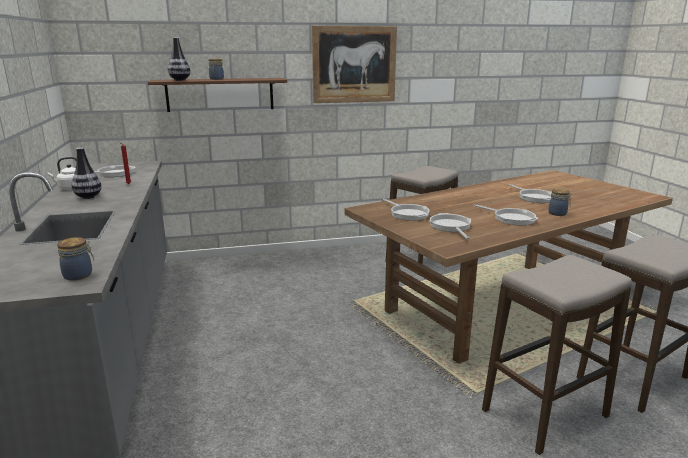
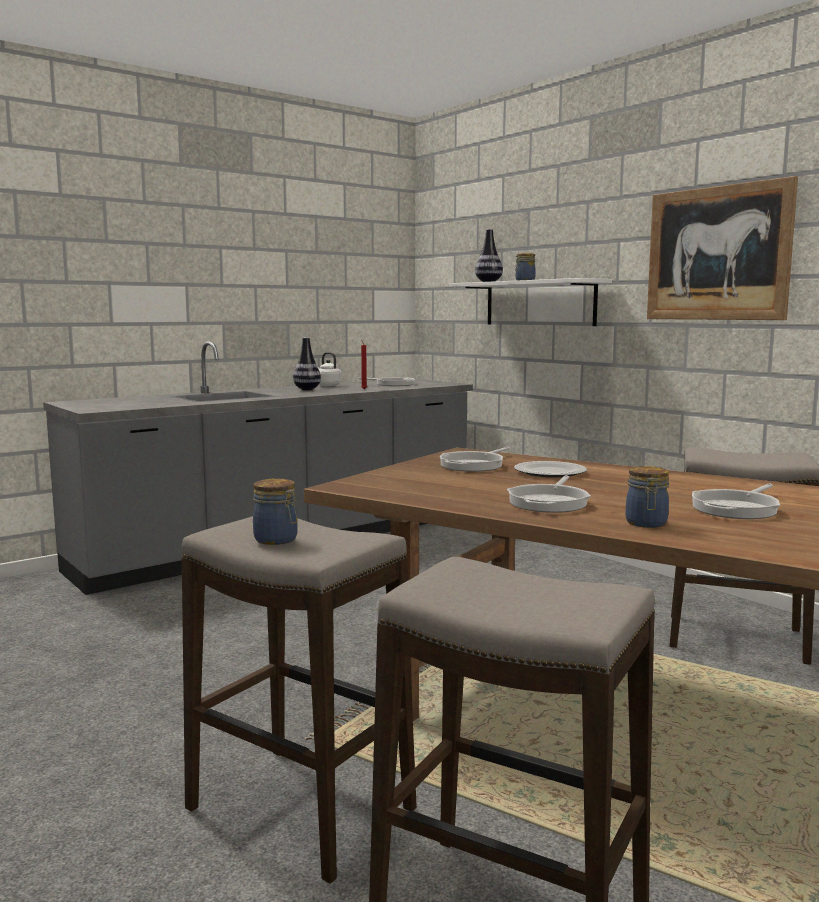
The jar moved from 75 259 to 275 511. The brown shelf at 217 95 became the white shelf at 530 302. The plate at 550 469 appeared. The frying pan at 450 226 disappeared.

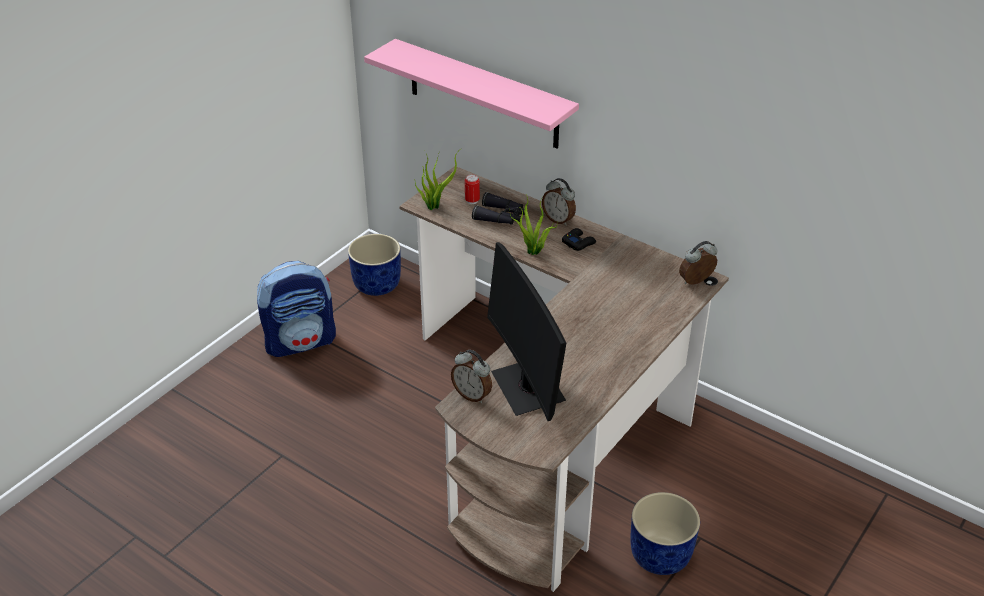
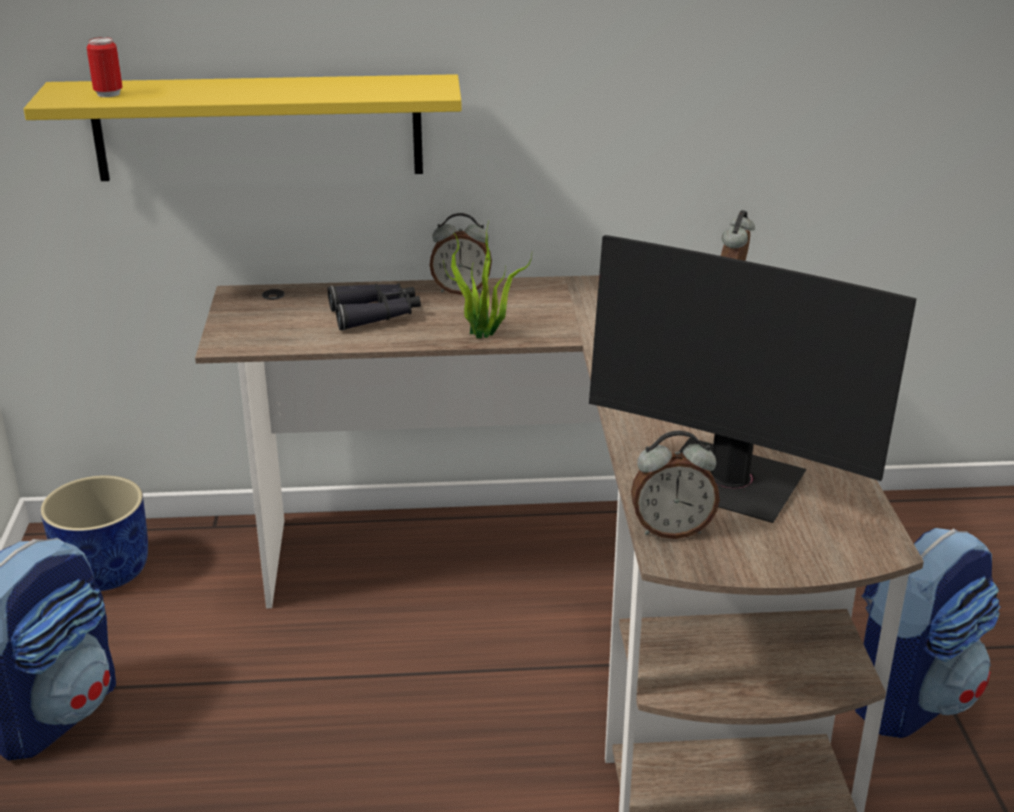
The pink shelf at 471 94 became the yellow shelf at 243 127. The can moved from 472 189 to 105 67. The blue planter at 665 533 was replaced by the backpack at 927 633. The potted plant at 438 179 disappeared. The black game controller at 579 239 disappeared.

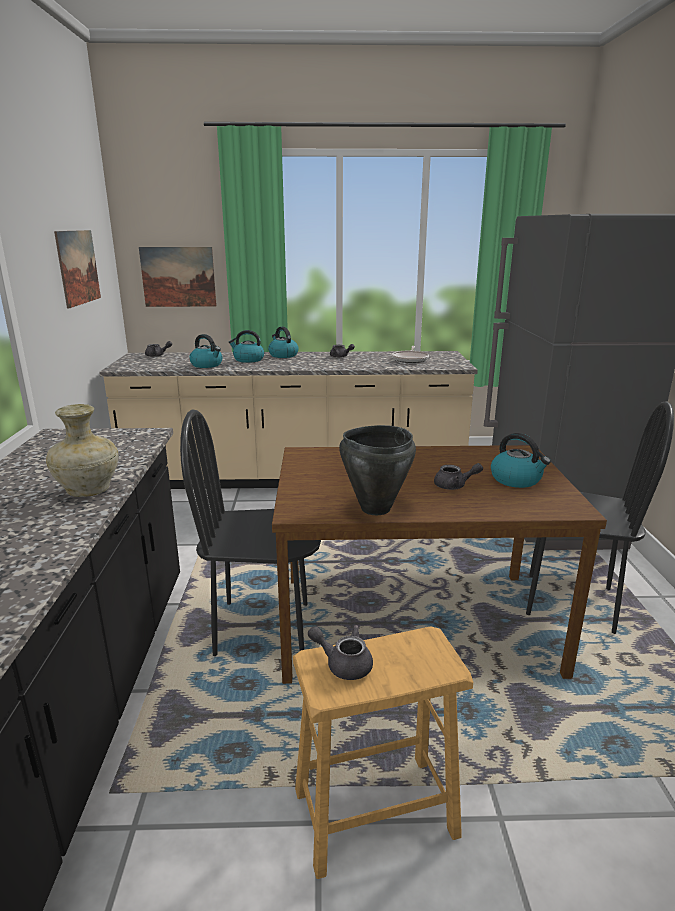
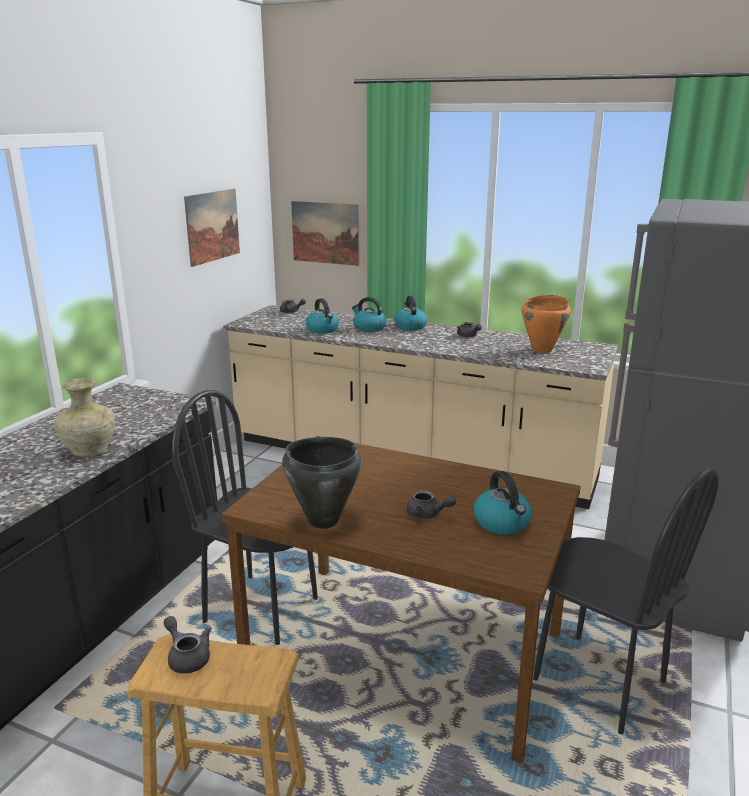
The frying pan at 410 354 was replaced by the orange cooking pot at 546 324.

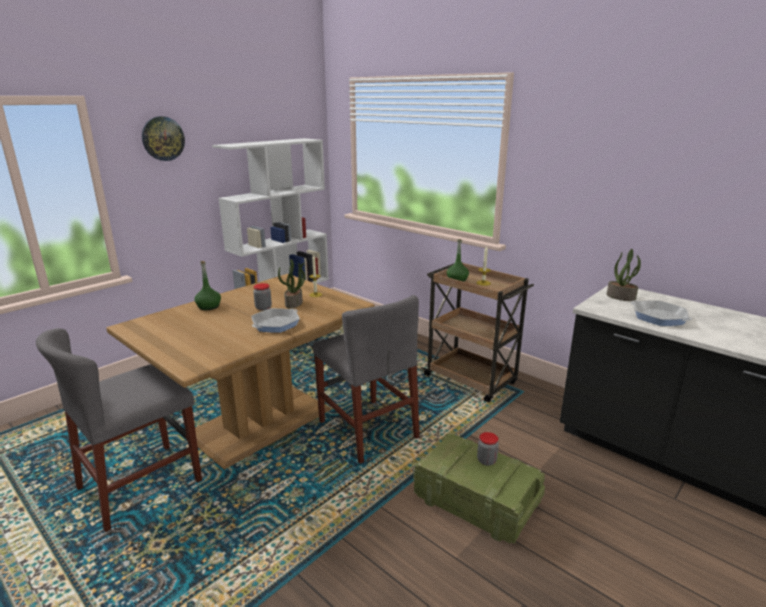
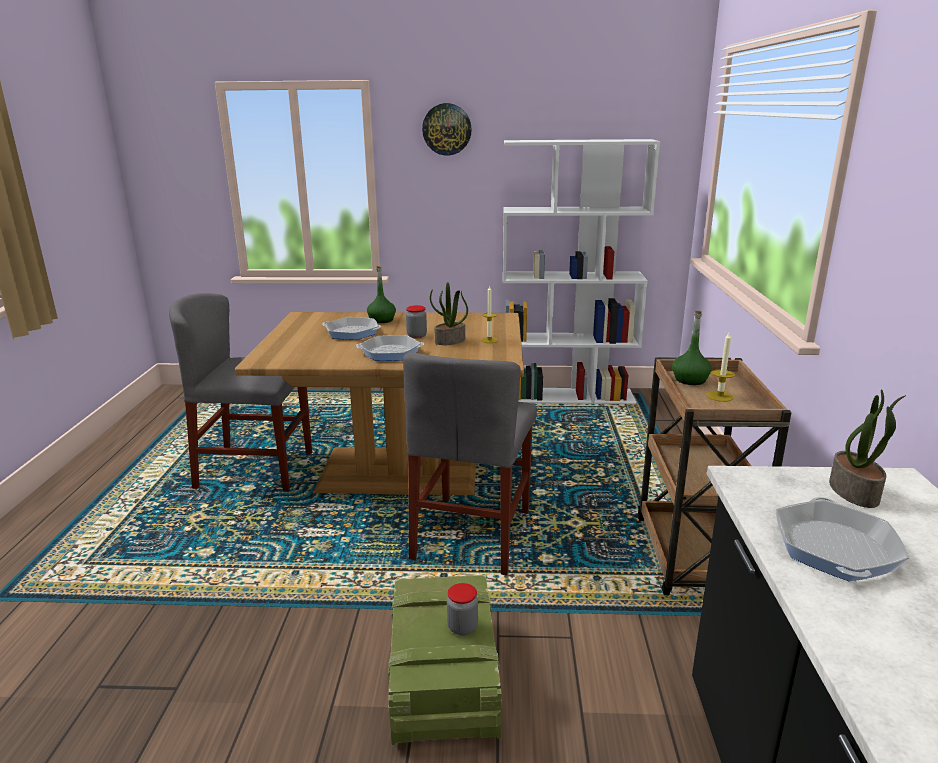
The frying pan at 352 328 appeared.

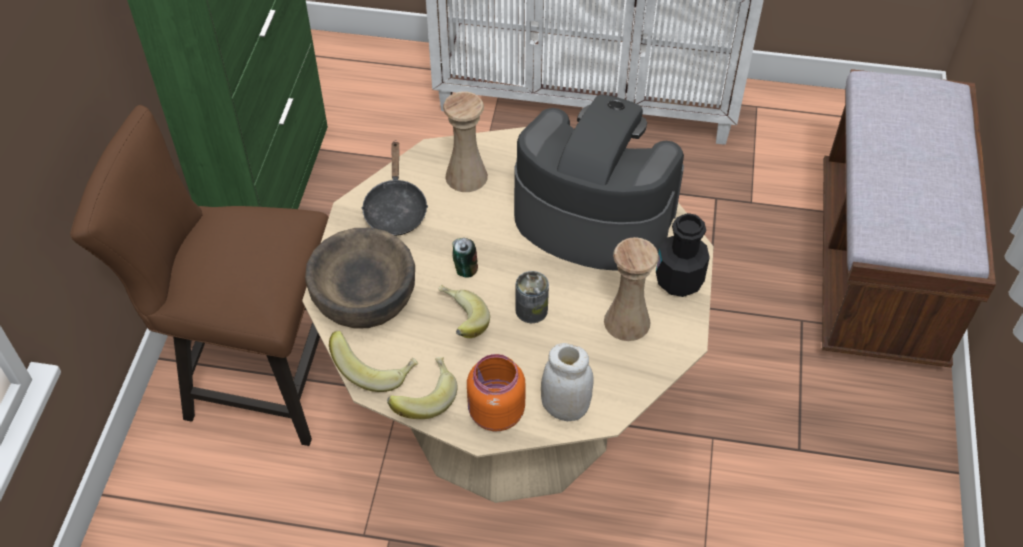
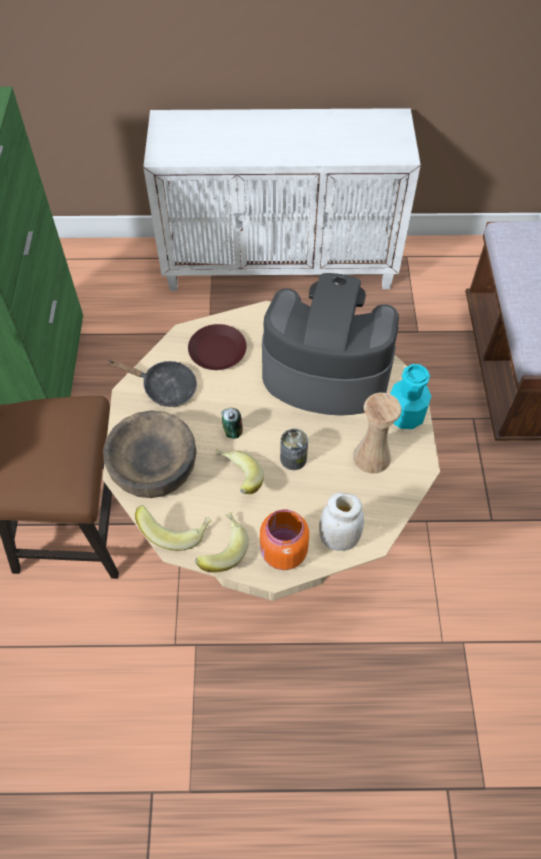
The black frying pan at 394 188 turned 60 degrees counterclockwise. The beige vase at 465 142 was replaced by the brown plate at 217 347. The black bottle at 683 255 became the turquoise bottle at 410 396.

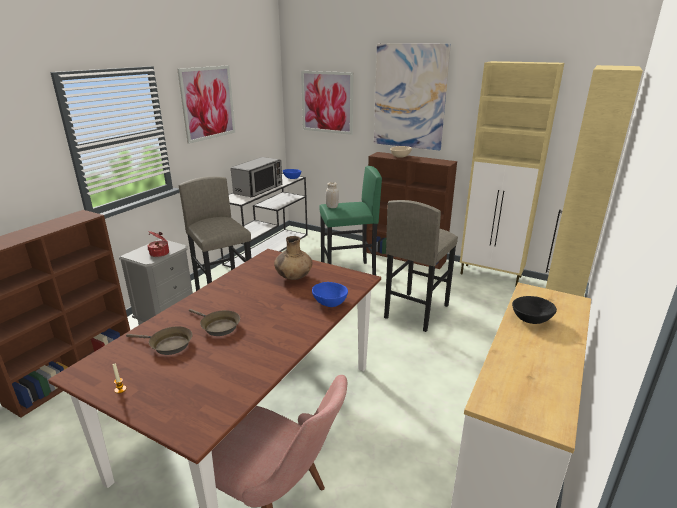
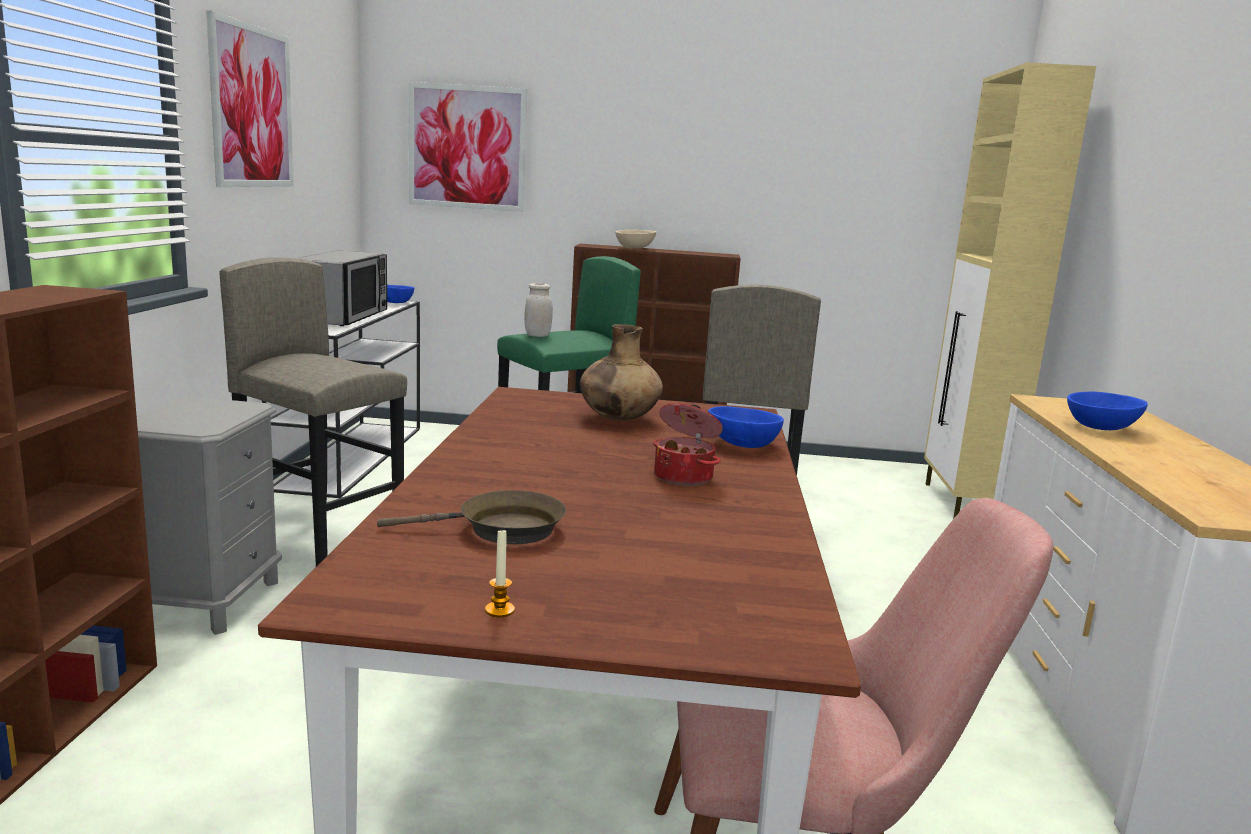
The cooking pot moved from 158 244 to 688 444. The black bowl at 534 310 became the blue bowl at 1107 411. The brown frying pan at 214 322 disappeared. The picture at 412 97 disappeared. The beige cabinet at 512 174 disappeared.

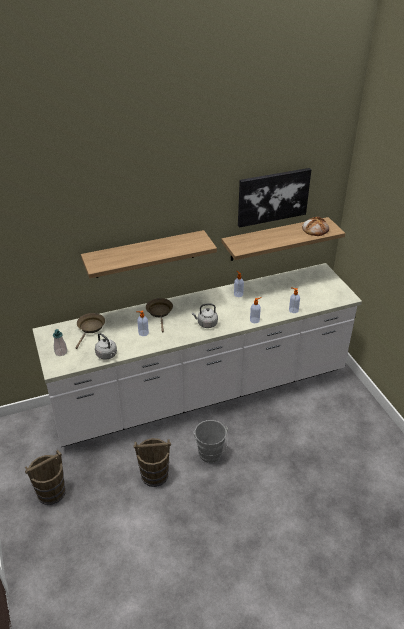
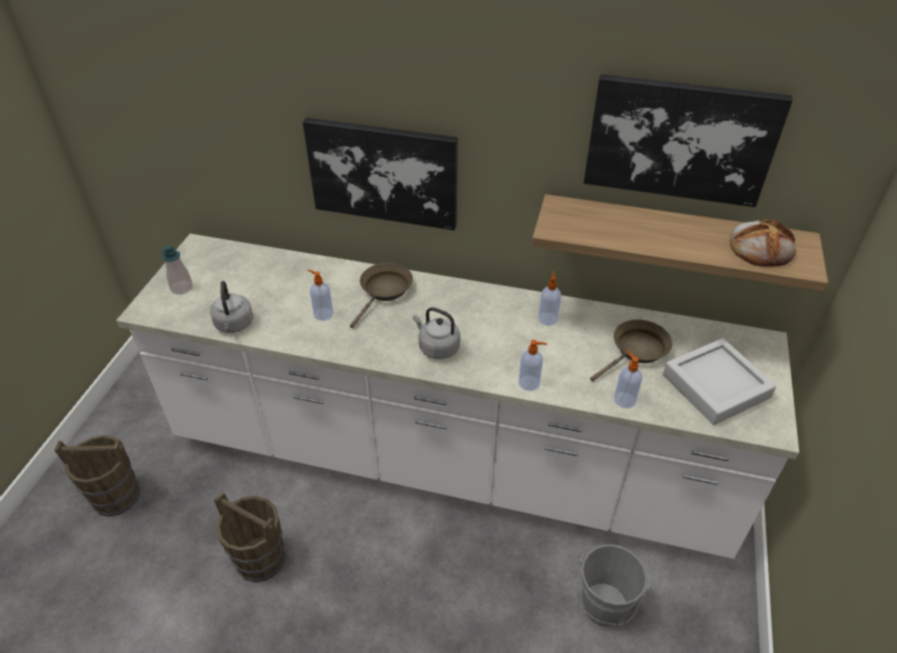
The shelf at 149 254 was replaced by the picture at 380 174. The grey bucket moved from 210 441 to 613 585. The brown frying pan moved from 90 331 to 631 350. The grey tray at 719 381 appeared.

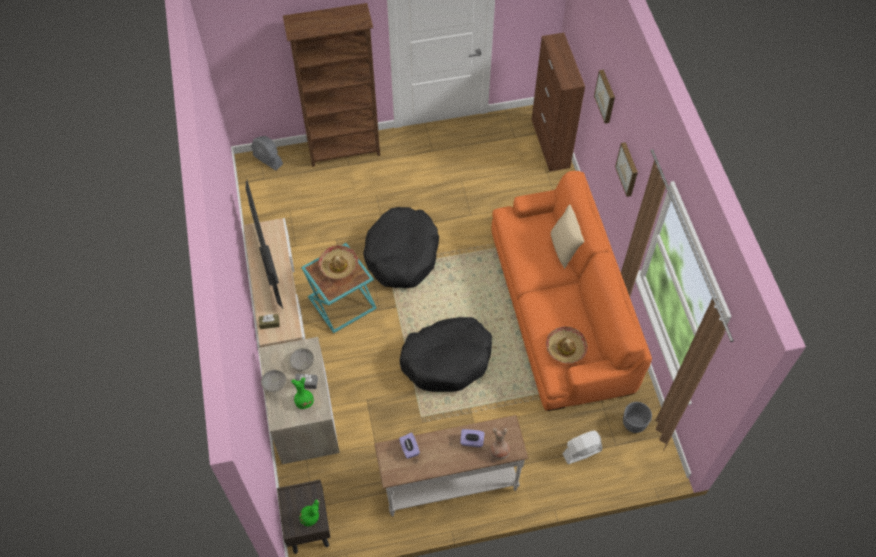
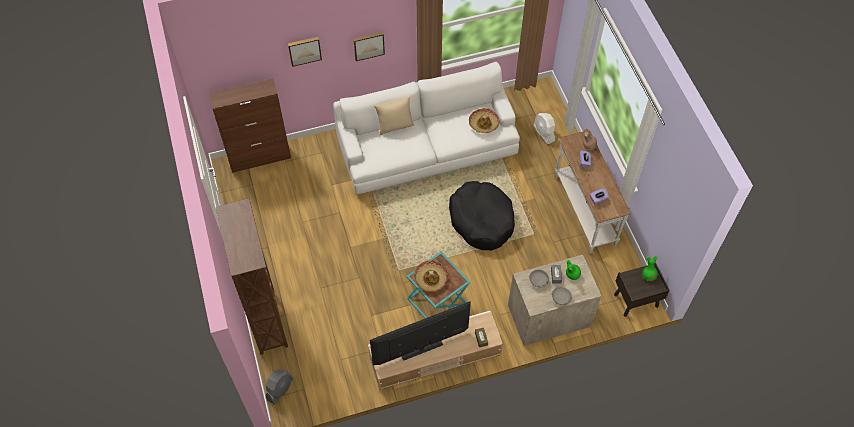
The orange sofa at 571 291 became the white sofa at 426 128. The black dog bed at 401 247 disappeared. The grey planter at 637 417 disappeared.

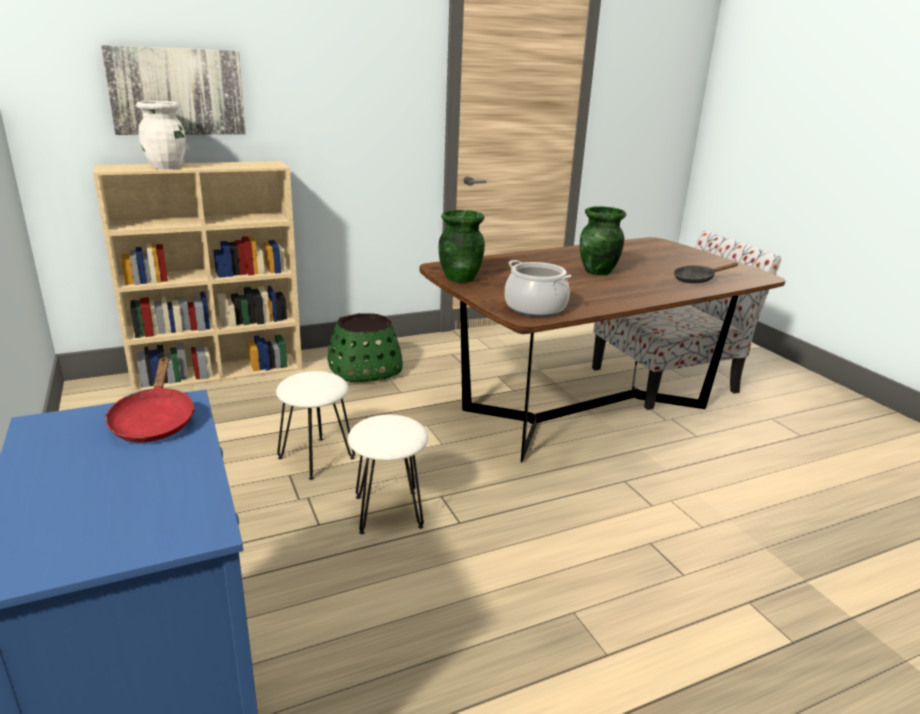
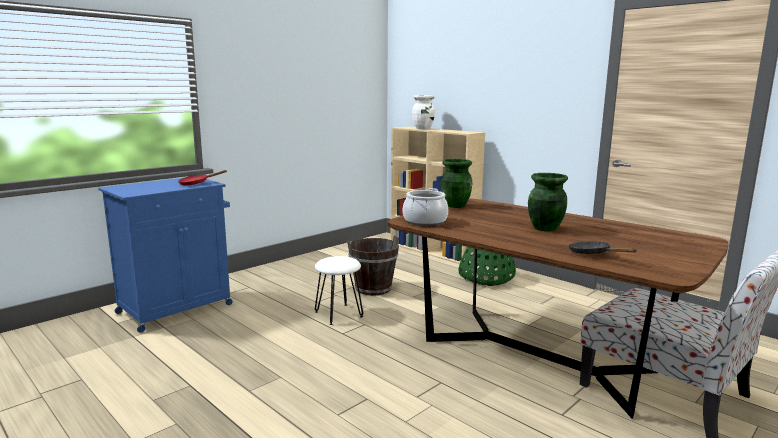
The white stool at 315 425 was replaced by the brown bucket at 373 265. The picture at 173 90 disappeared.

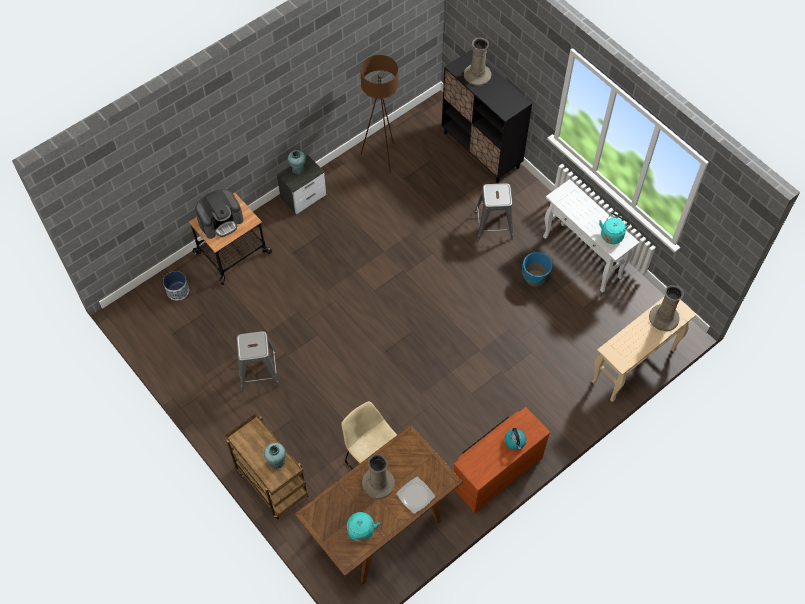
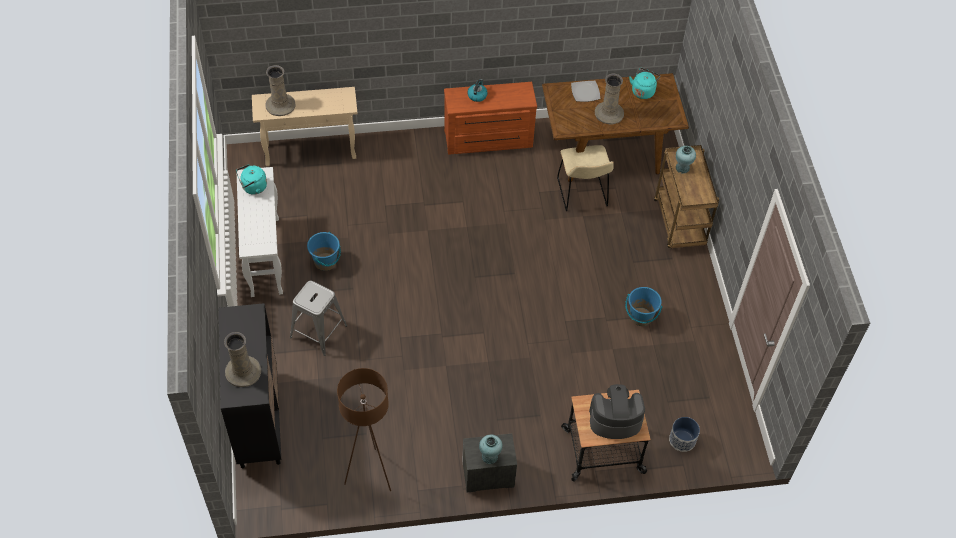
The grey stool at 258 361 was replaced by the blue bucket at 644 306.

